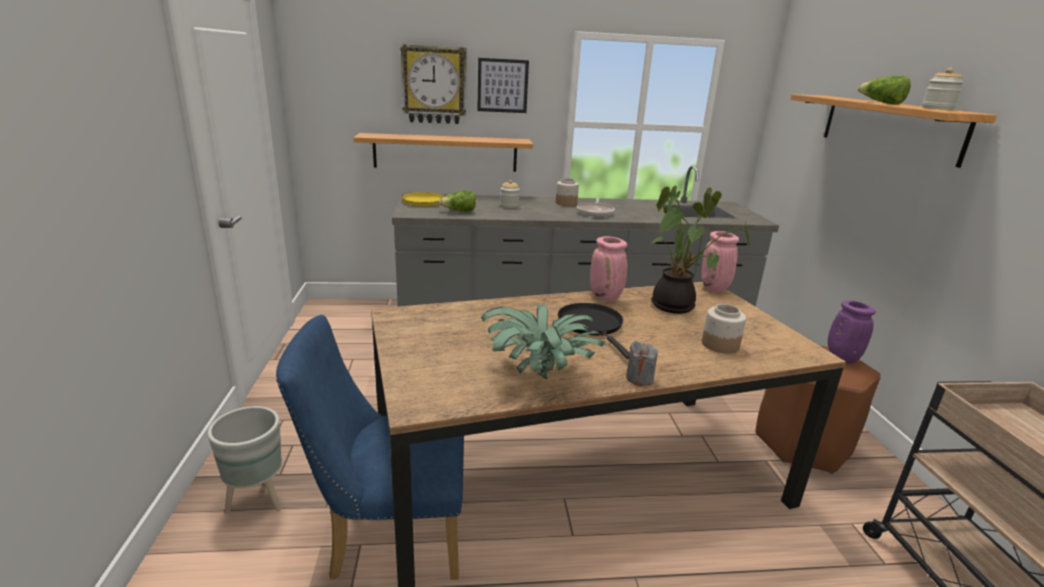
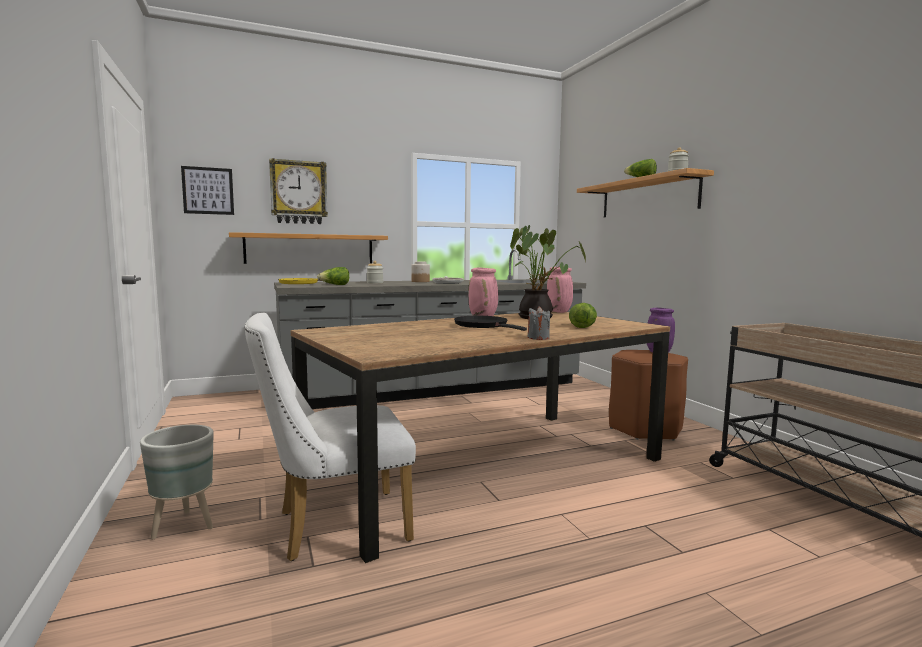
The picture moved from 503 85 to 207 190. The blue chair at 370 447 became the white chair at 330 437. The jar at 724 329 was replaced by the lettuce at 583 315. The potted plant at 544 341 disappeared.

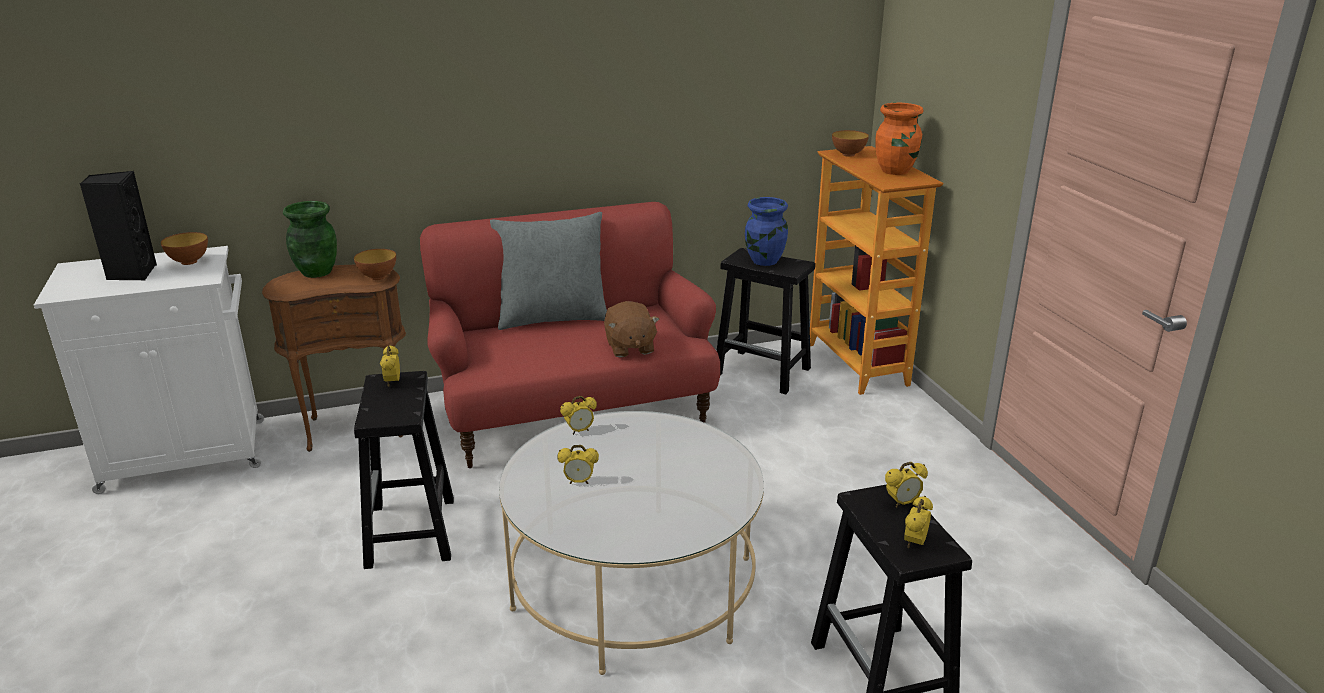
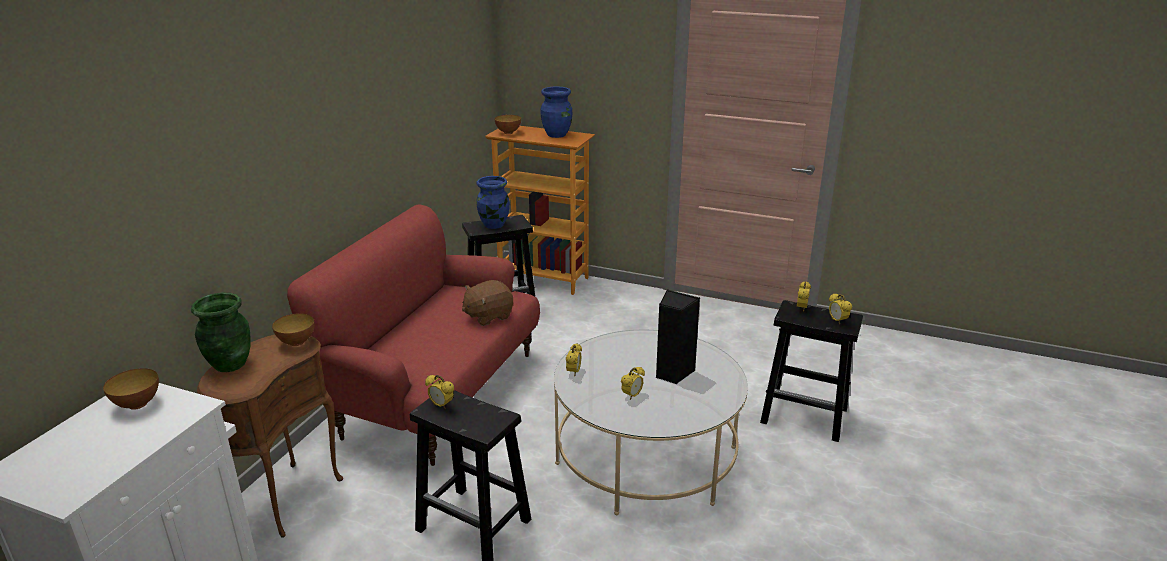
The brown plush toy at 631 329 turned 120 degrees clockwise. The orange vase at 899 139 became the blue vase at 556 112. The black speaker moved from 118 226 to 678 336. The grey pillow at 548 271 disappeared.

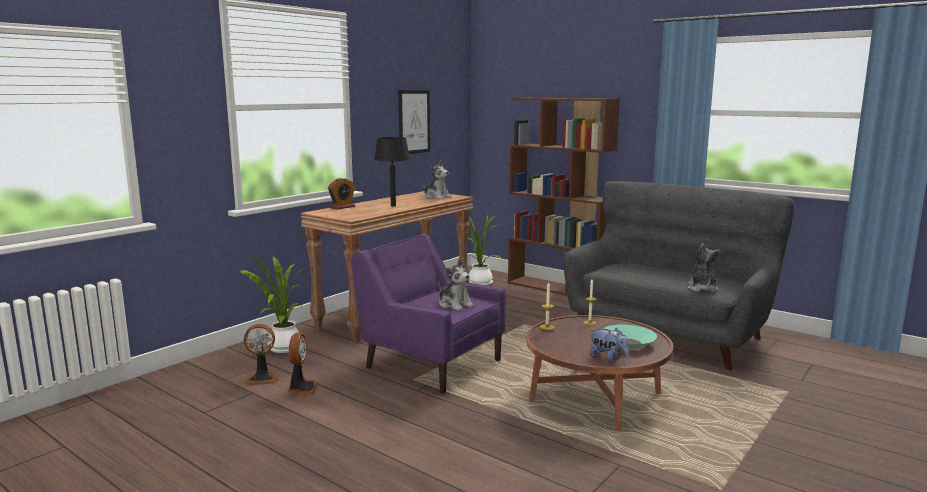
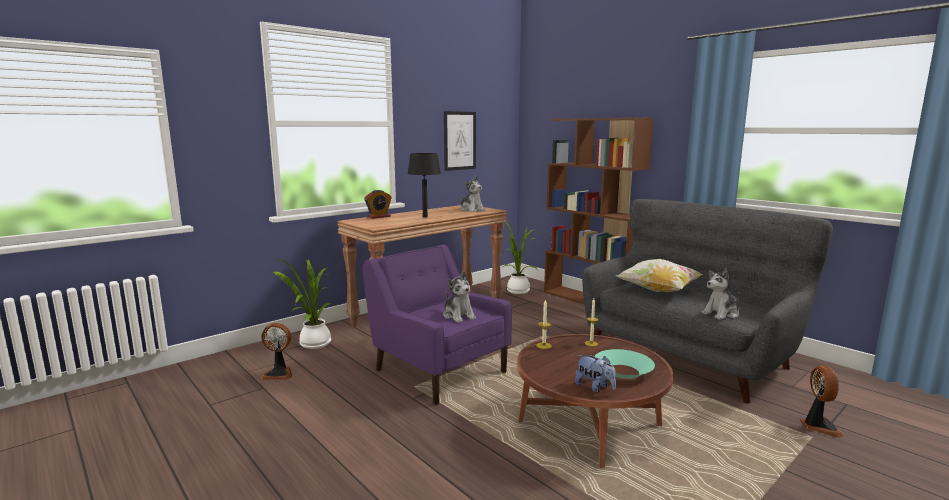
The pillow at 659 275 appeared. The plush toy at 704 267 turned 135 degrees counterclockwise. The fan moved from 303 365 to 822 401.

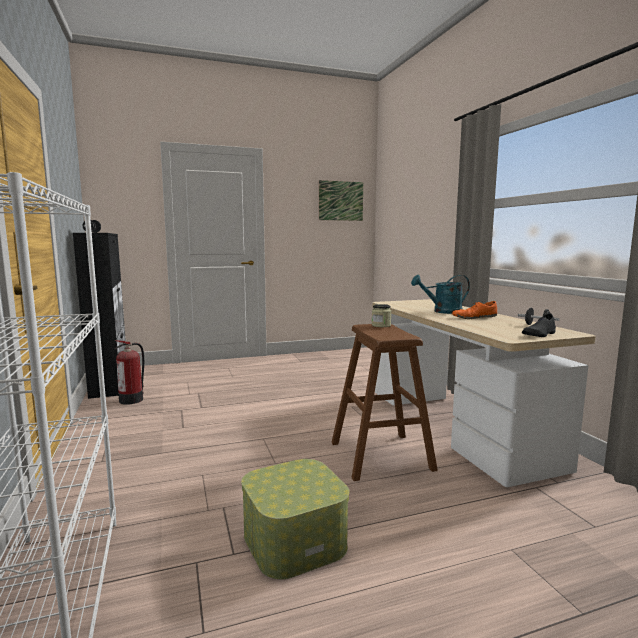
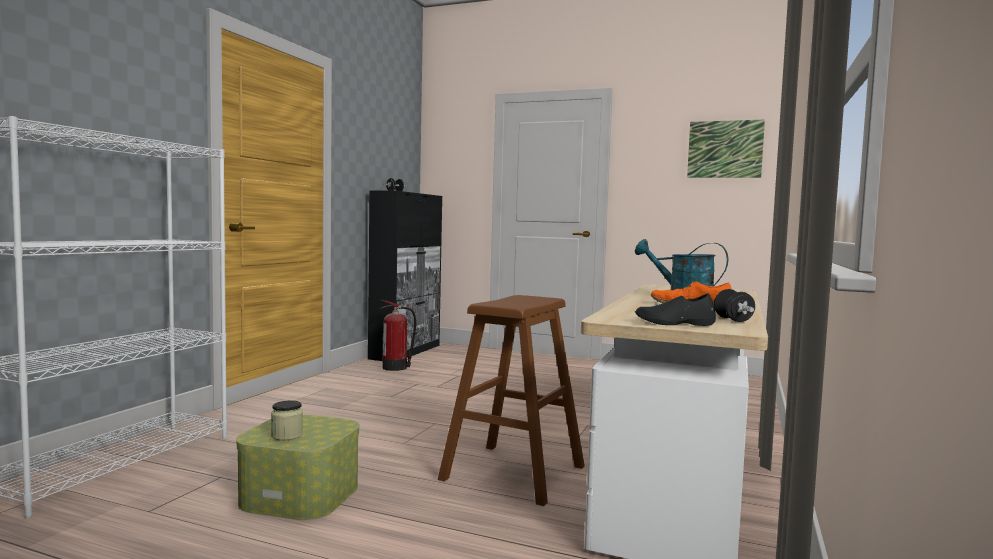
The jar moved from 381 315 to 287 420.

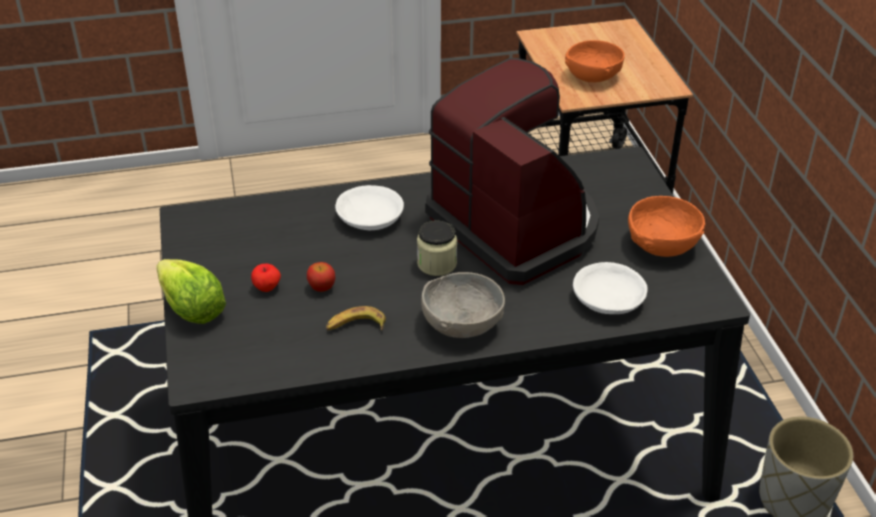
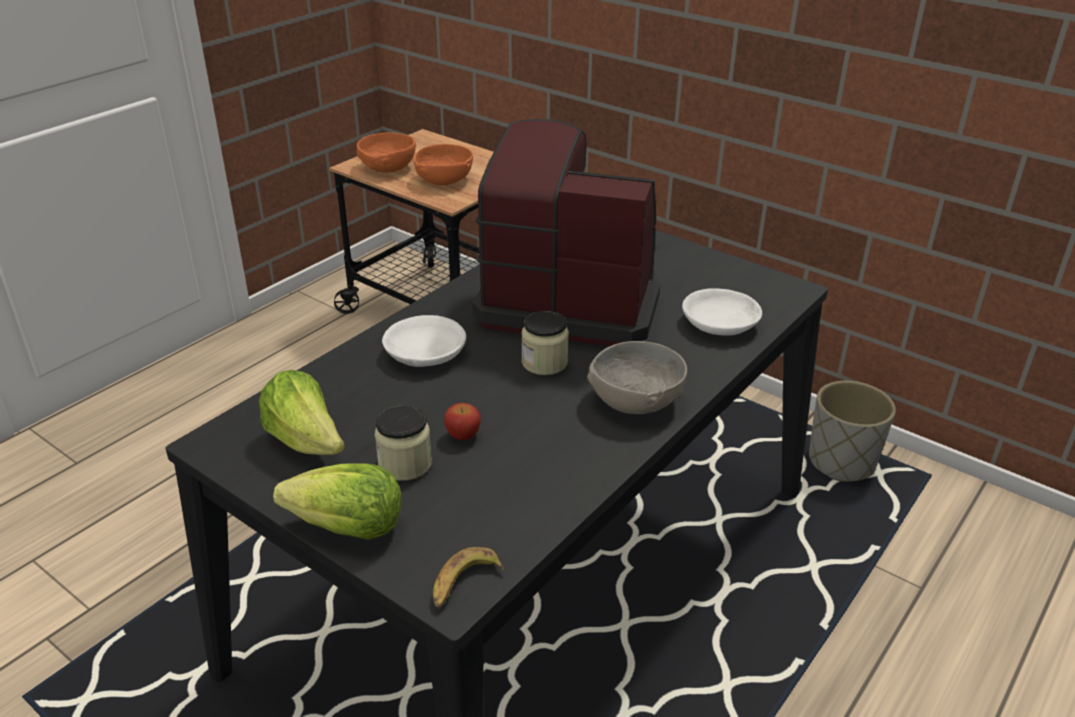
The lettuce at 302 412 appeared. The orange bowl moved from 666 226 to 386 152. The apple at 266 278 was replaced by the jar at 403 443. The banana moved from 356 318 to 468 578.

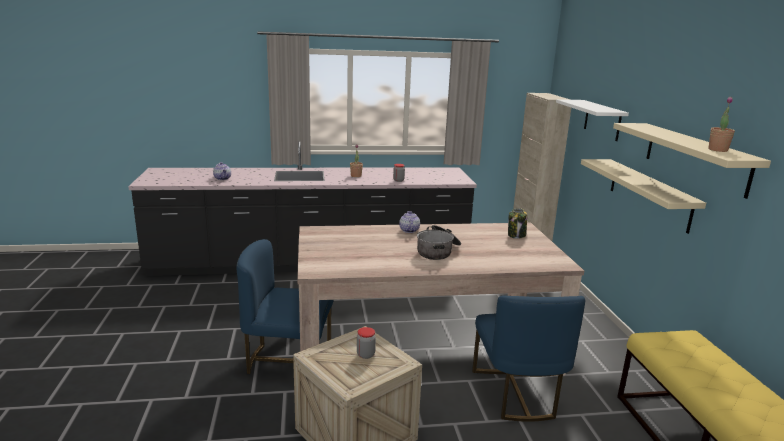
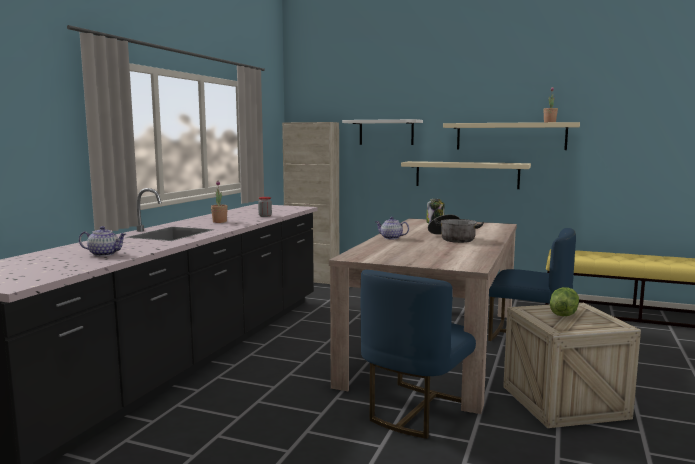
The jar at 366 343 was replaced by the lettuce at 564 301.

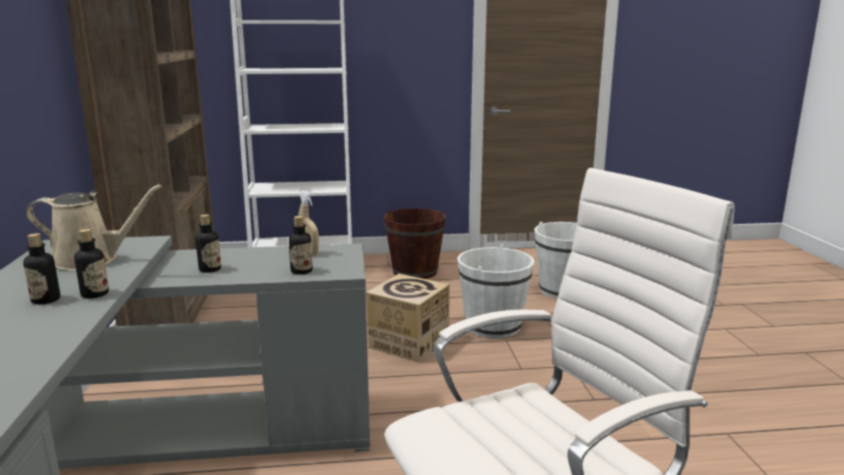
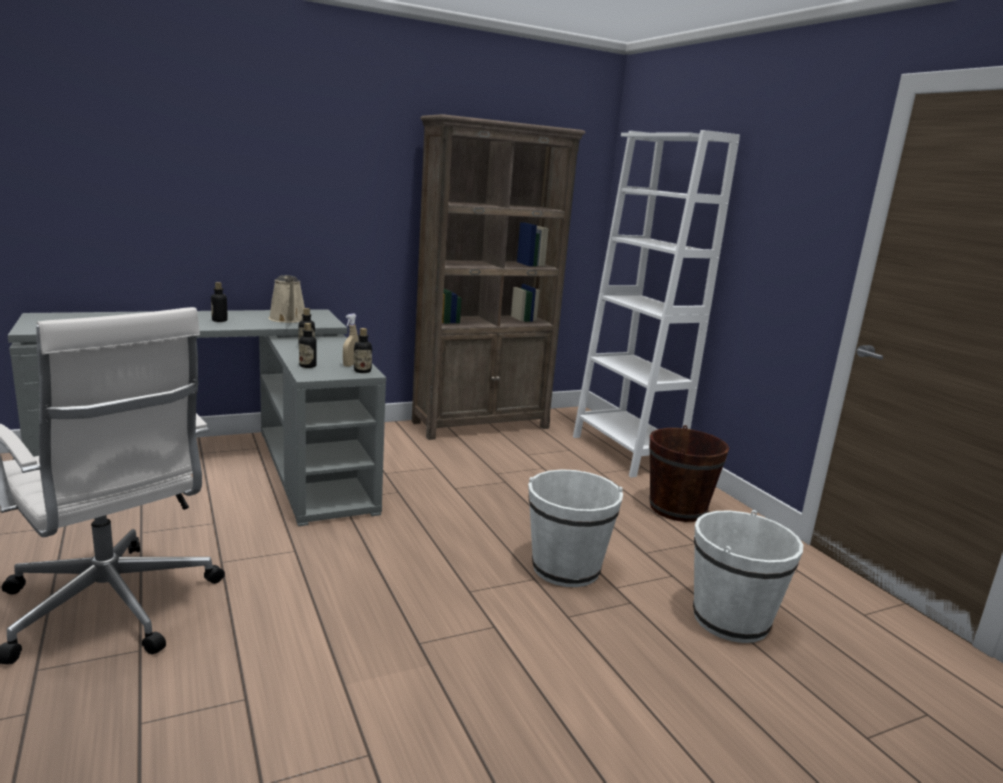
The bottle moved from 91 264 to 363 350. The cardboard box at 408 318 disappeared.

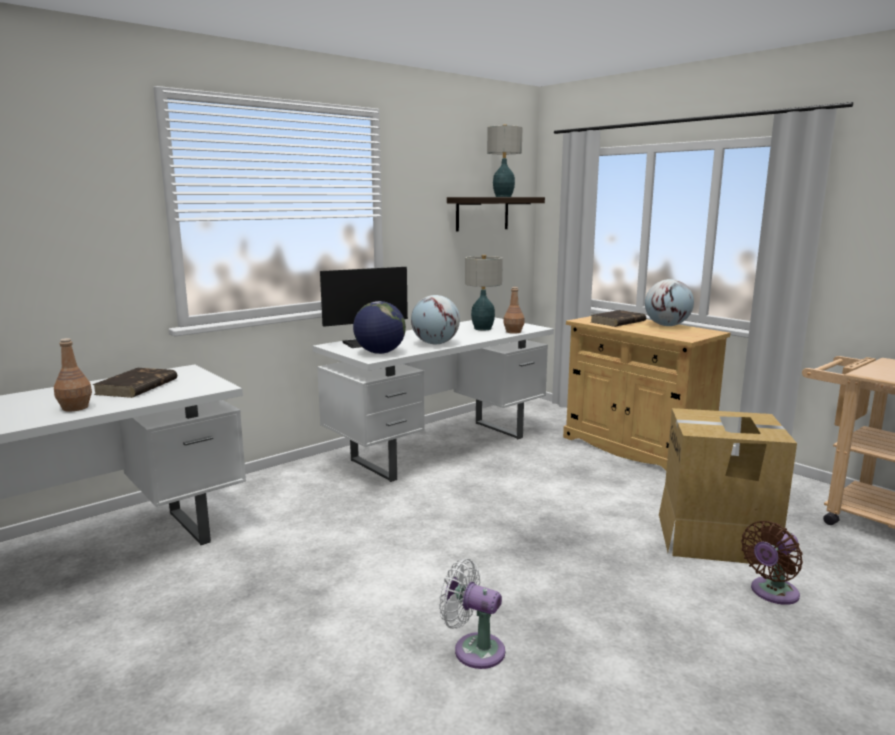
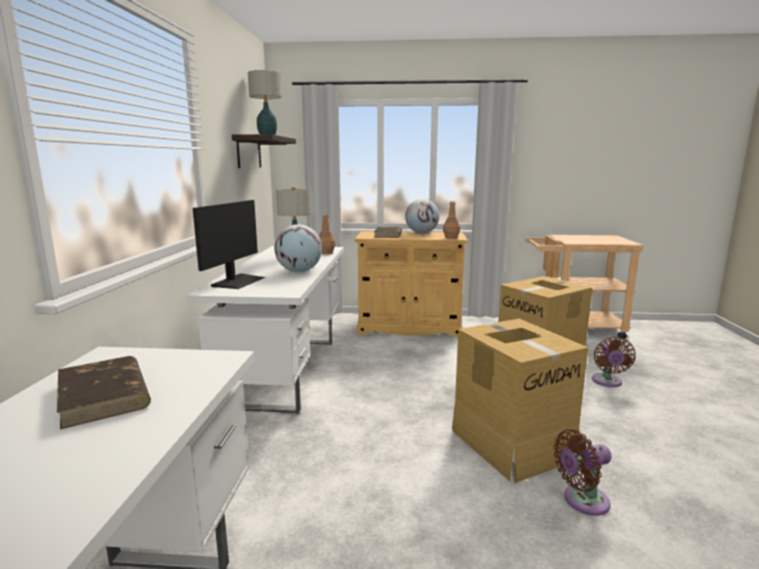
The brown bottle moved from 73 374 to 451 220. The cardboard box at 520 401 appeared. The white fan at 472 614 became the brown fan at 582 472. The globe at 379 327 disappeared.

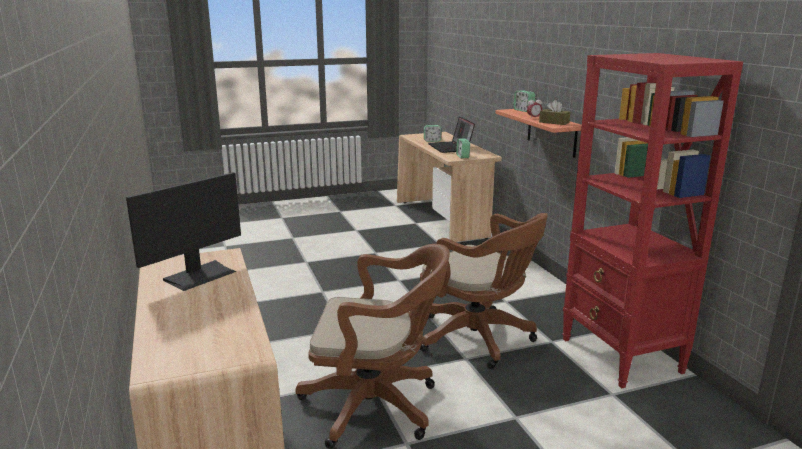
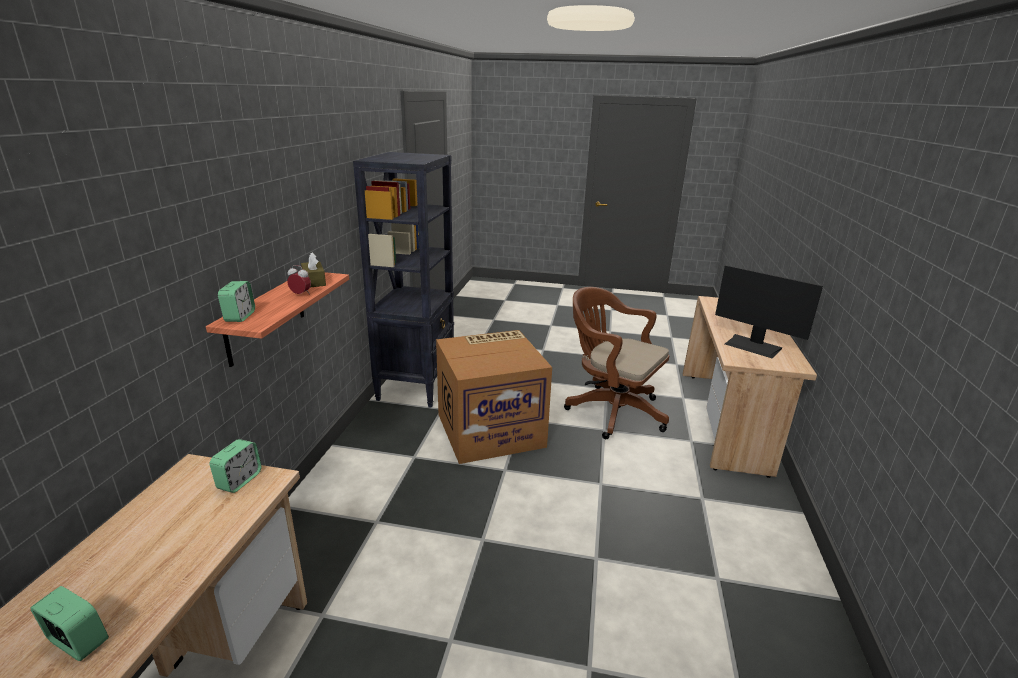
The red bookcase at 652 221 became the black bookcase at 403 280. The brown office chair at 484 291 was replaced by the cardboard box at 494 397. The monitor at 183 231 turned 120 degrees counterclockwise. The laptop at 451 134 disappeared.

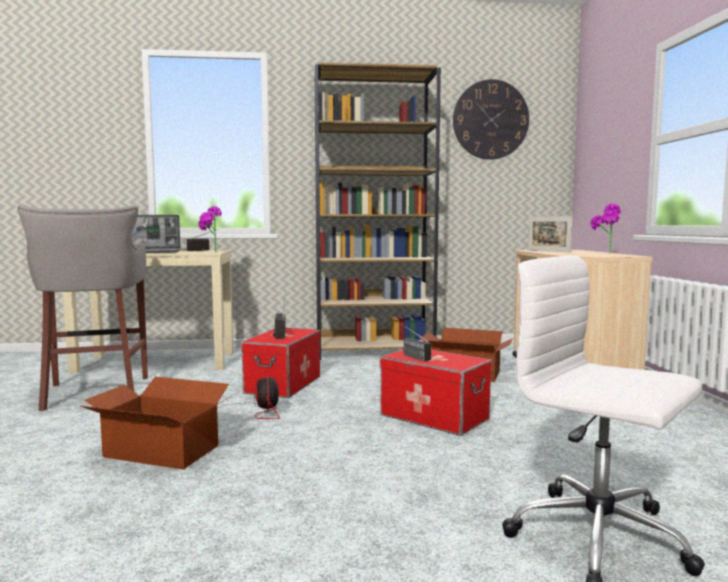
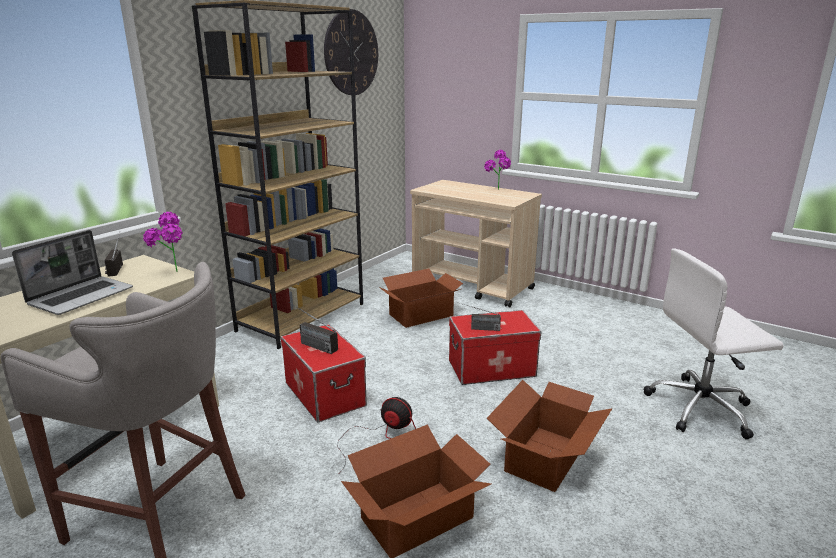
The cardboard box at 549 436 appeared. The picture frame at 550 234 disappeared.

